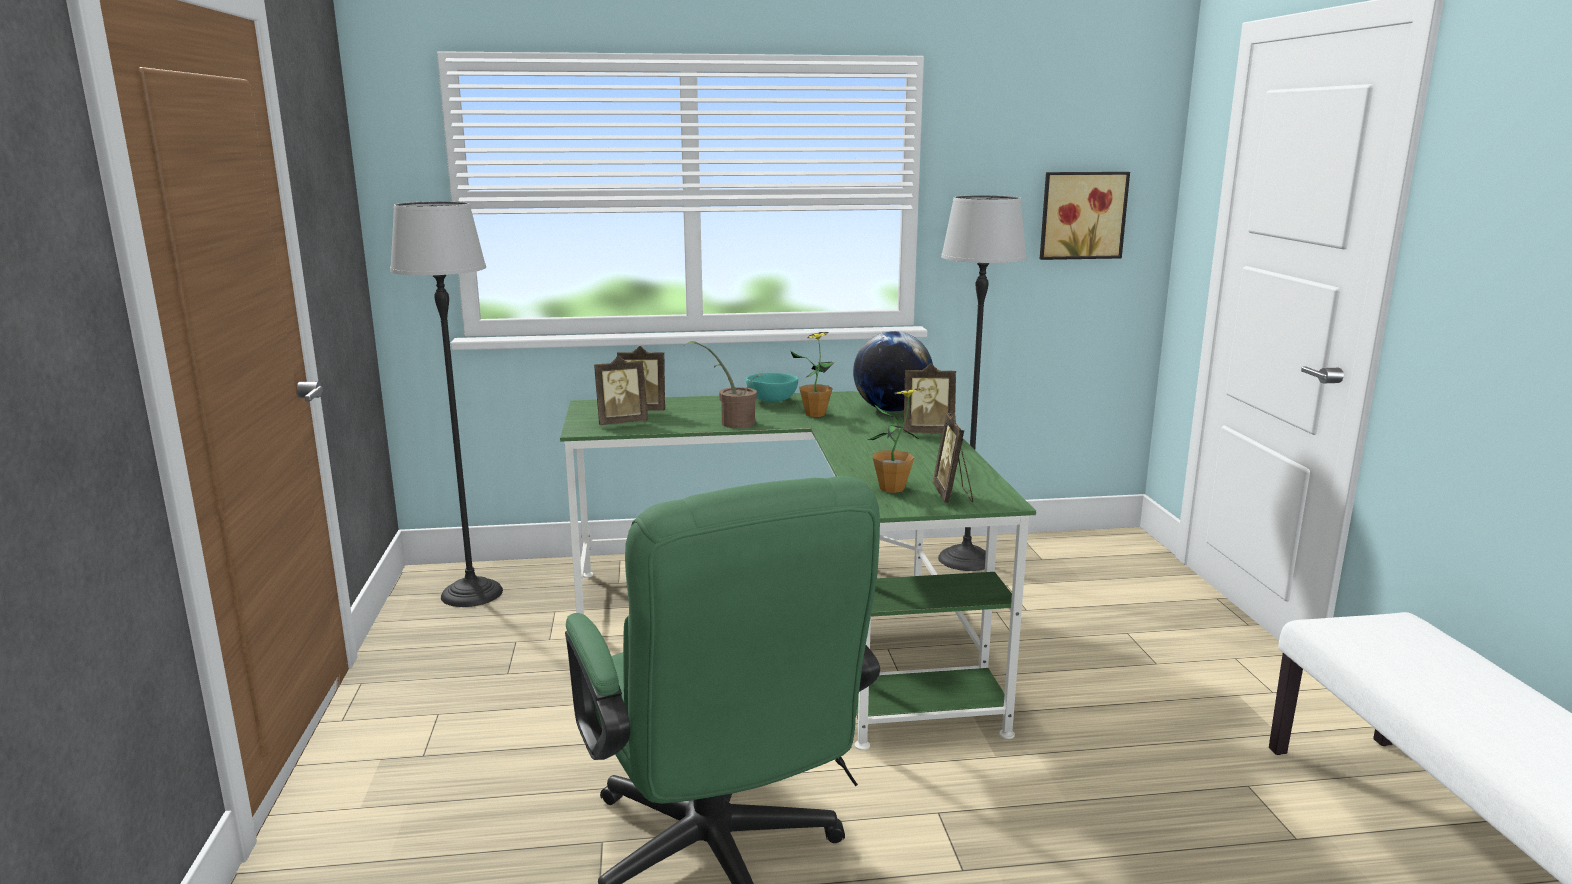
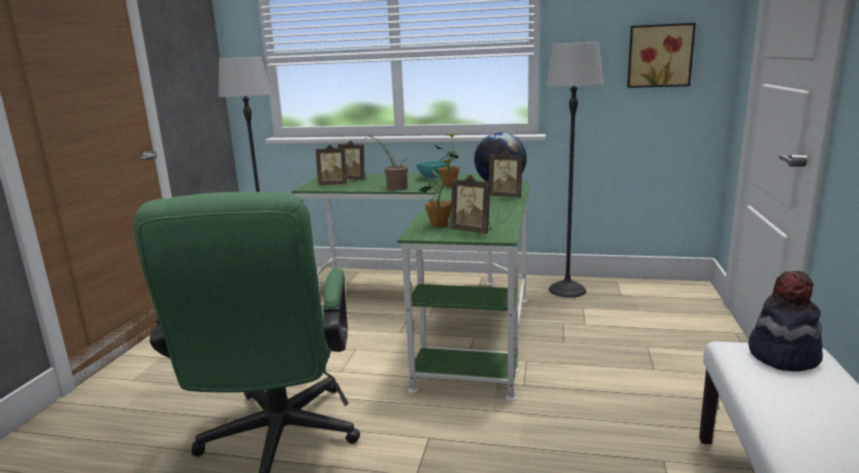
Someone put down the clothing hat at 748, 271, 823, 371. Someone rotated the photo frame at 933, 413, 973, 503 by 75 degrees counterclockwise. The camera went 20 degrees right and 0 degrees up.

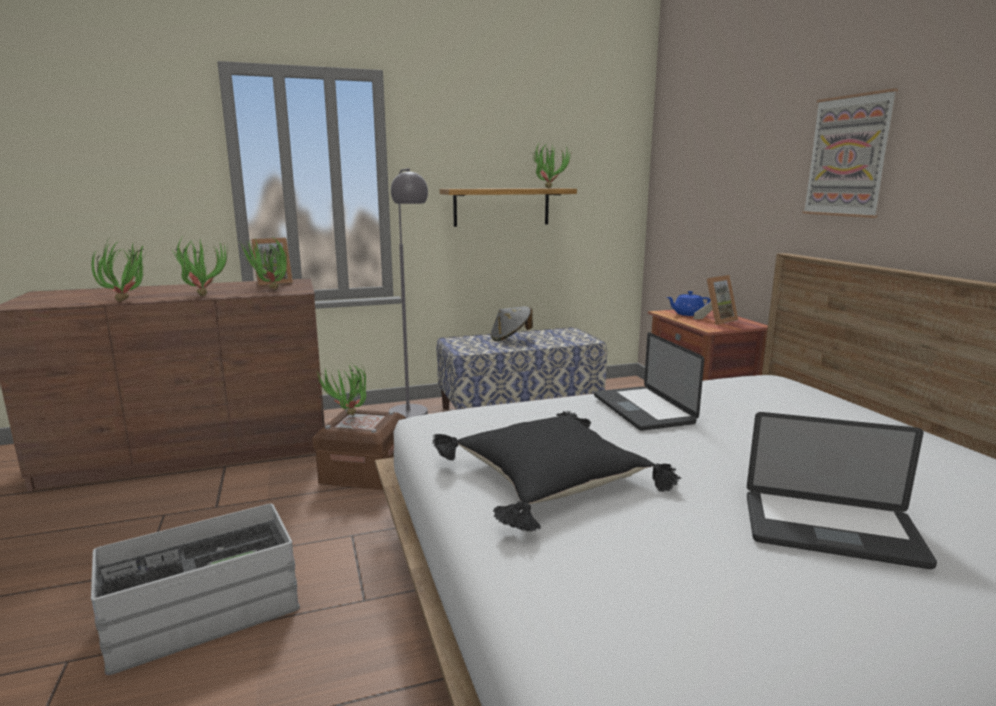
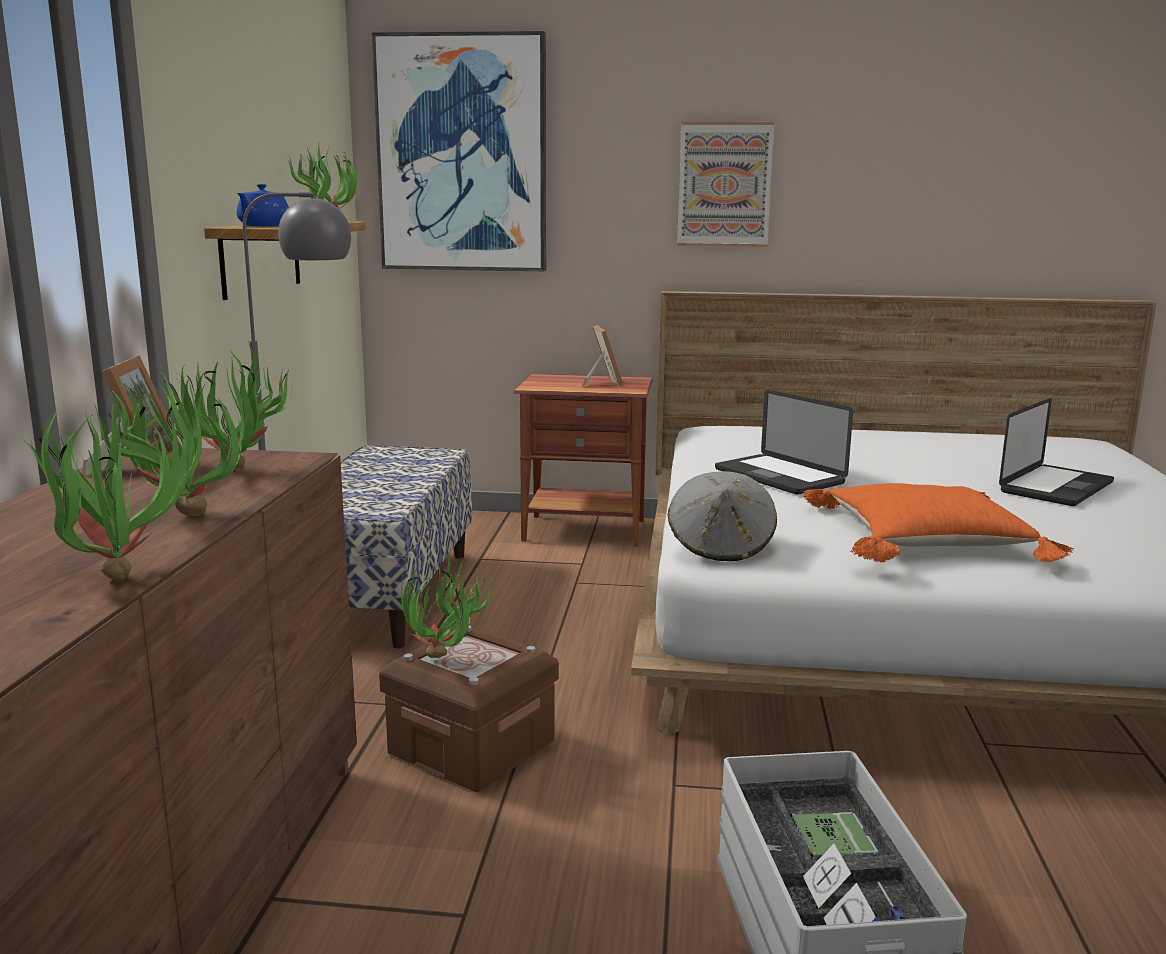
Someone put up the wall picture at 372, 31, 546, 271. Someone carried the greyish clothing hat from 490, 306, 533, 341 to 667, 471, 777, 561. Someone carried the blue pot for tea from 667, 291, 710, 316 to 237, 184, 289, 226. Someone repainted the black throw pillow at 432, 411, 681, 532, which became the orange throw pillow at 803, 483, 1074, 563. Someone rotated the notebook computer at 594, 332, 704, 431 by 45 degrees clockwise. The camera went 65 degrees left and 0 degrees up.

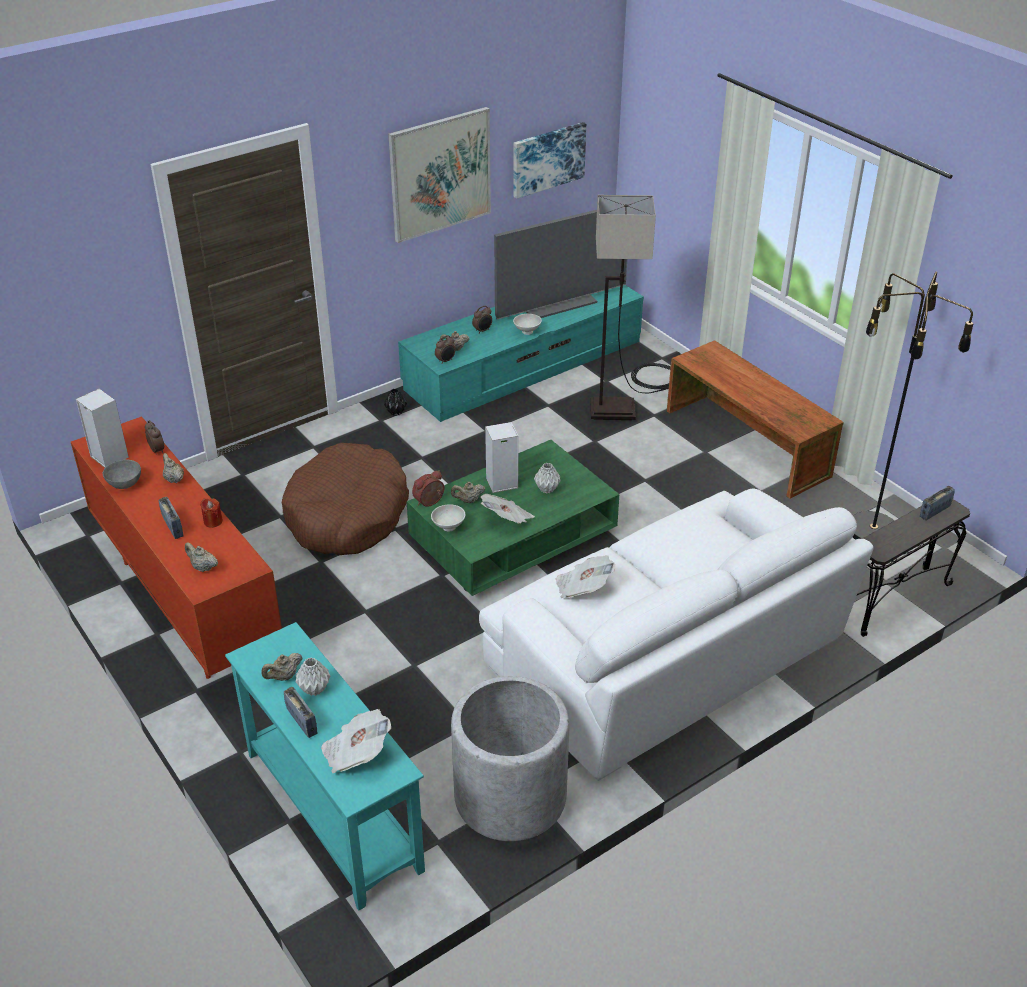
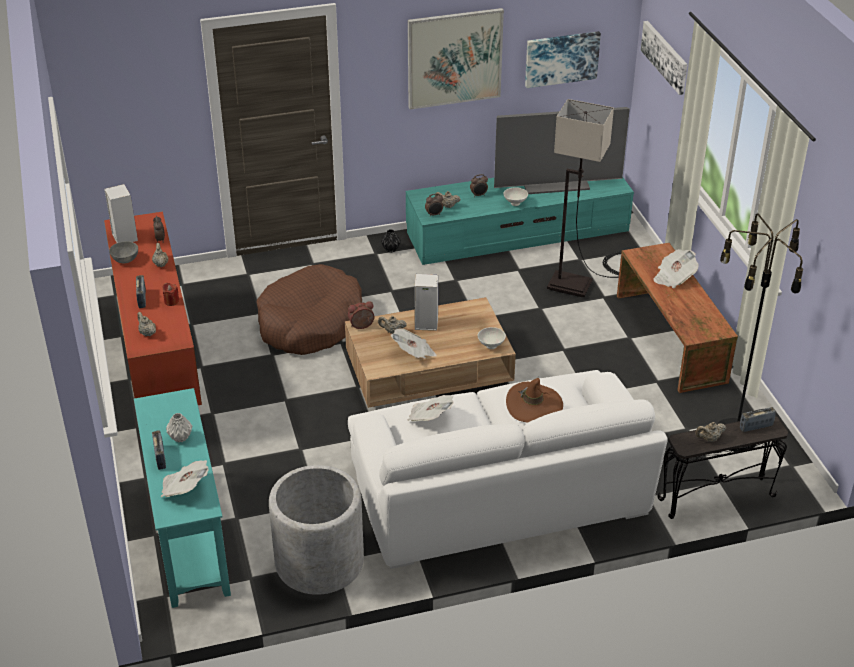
Someone took away the greyish flower vase at 534, 463, 561, 494. Someone put down the brown clothing hat at 506, 376, 563, 423. Someone put up the wall picture at 641, 21, 687, 95. Someone put down the daily paper at 653, 249, 699, 288. Someone carried the beige-coloured pot for tea from 261, 653, 303, 681 to 695, 422, 726, 442. Someone carried the whitish deep dish from 431, 504, 465, 532 to 478, 327, 506, 349. Someone repainted the greenish low table at 407, 440, 619, 596, which became the brown low table at 345, 297, 516, 408. The camera went 20 degrees right and 0 degrees up.

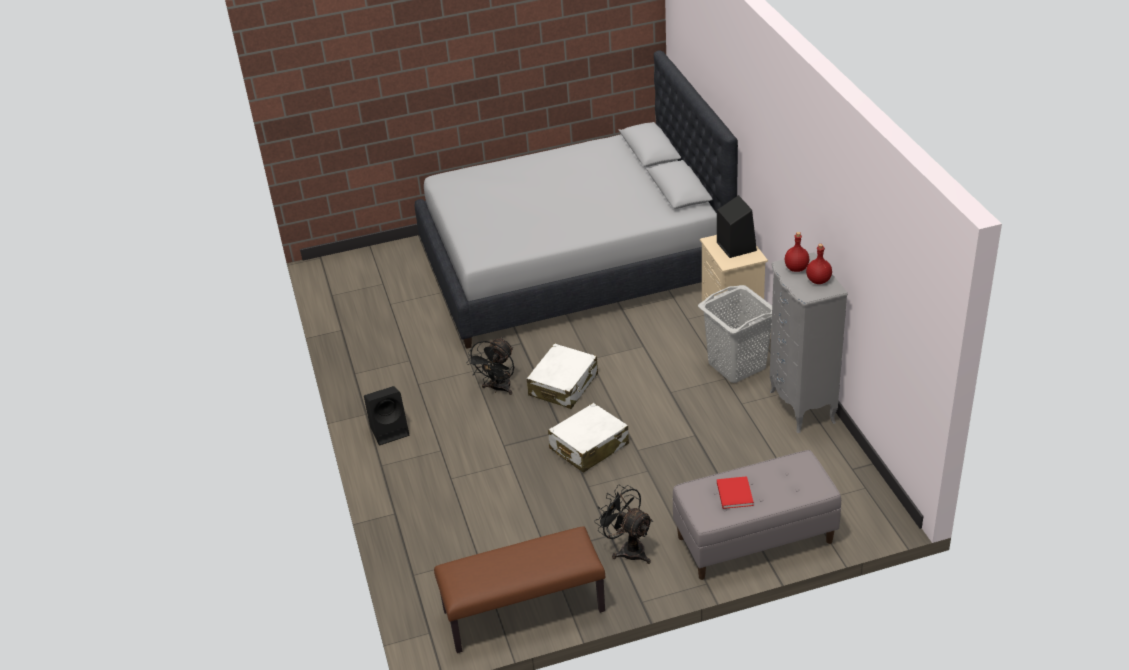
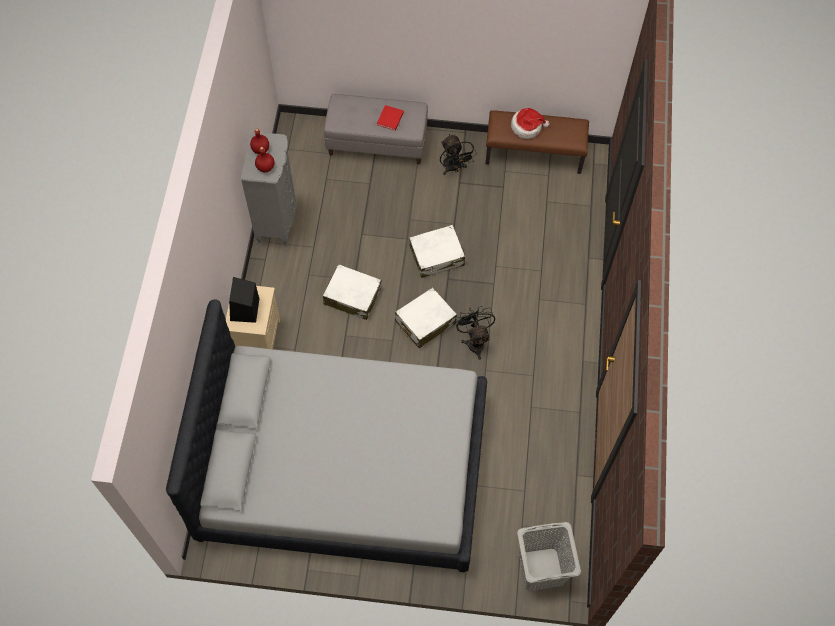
Someone took away the black audio speaker at 364, 386, 409, 445. Someone put down the whitish travel case at 323, 264, 381, 320. Someone put down the clothing hat at 511, 108, 550, 139. Someone carried the greyish washing basket from 698, 285, 772, 383 to 517, 522, 581, 591. Someone rotated the black cooling fan at 466, 337, 514, 395 by 60 degrees counterclockwise. The camera went 160 degrees left and 25 degrees up.

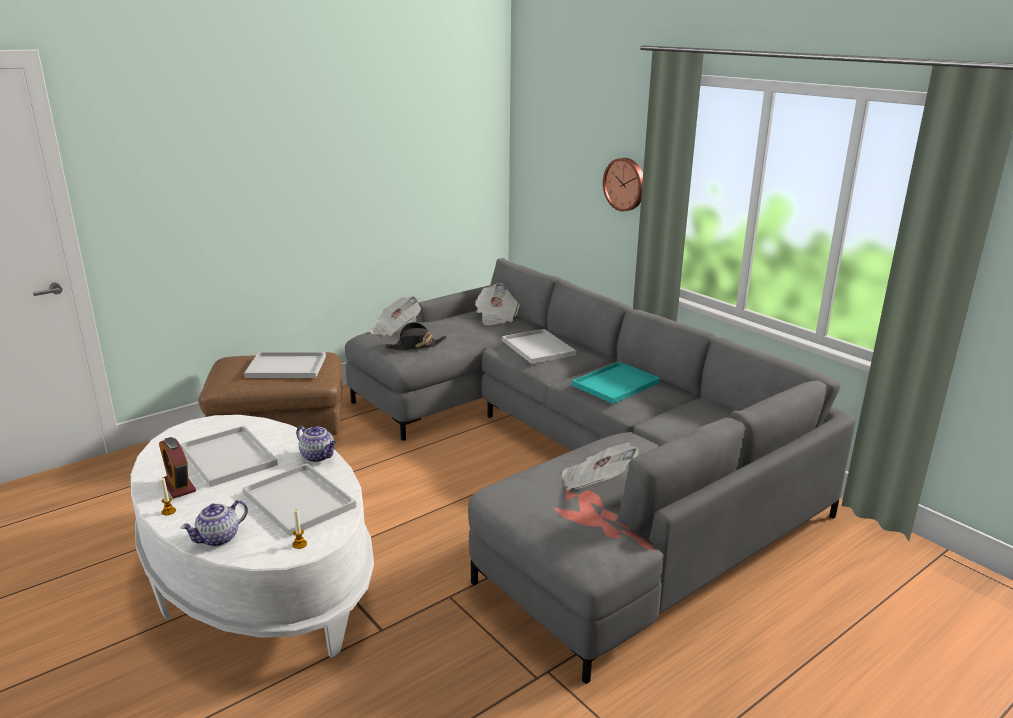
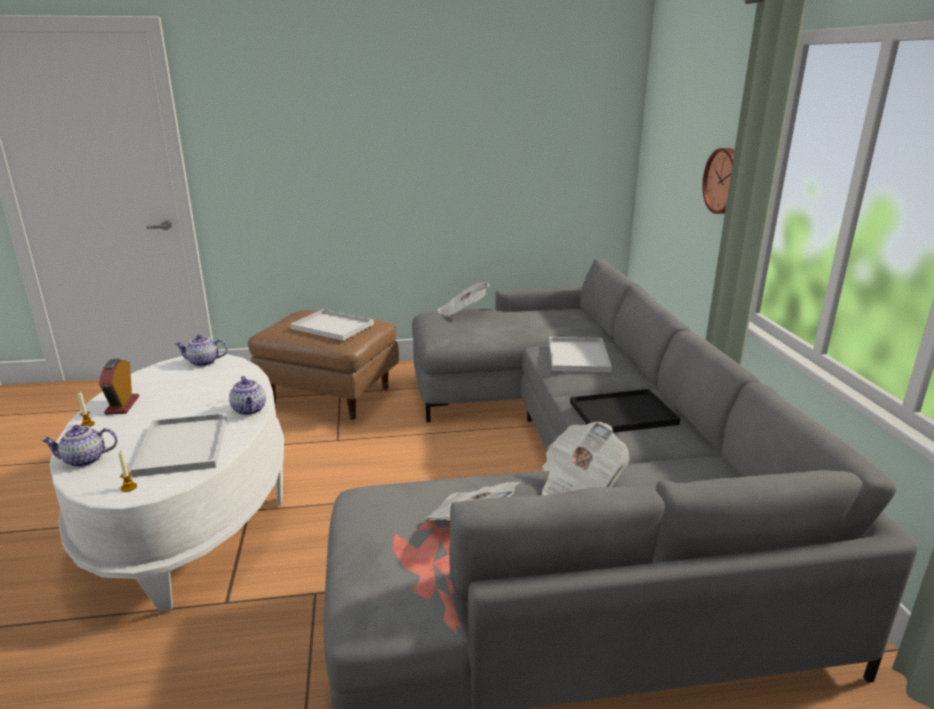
Someone took away the whitish tray at 180, 425, 278, 487. Someone took away the black clothing hat at 384, 322, 447, 351. Someone put down the pot for tea at 174, 335, 228, 367. Someone carried the daily paper from 475, 283, 520, 325 to 542, 422, 629, 495. Someone repainted the turquoise-coloured tray at 572, 362, 660, 404, which became the black tray at 570, 389, 680, 433. The camera went 30 degrees right and 0 degrees up.

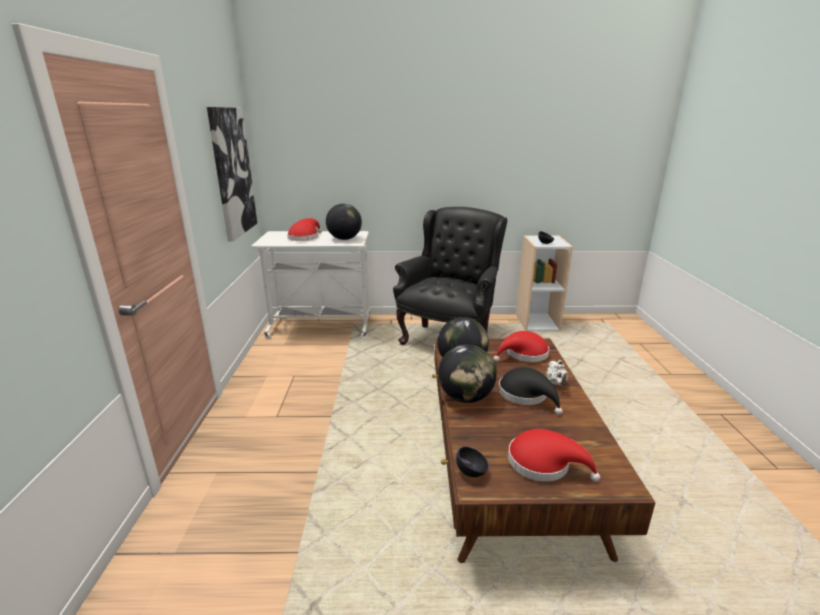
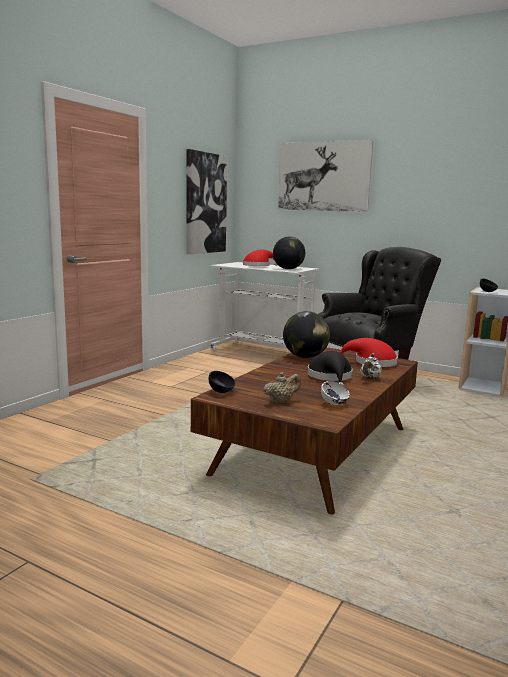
Someone took away the desk globe at 438, 344, 497, 403. Someone put up the wall picture at 278, 140, 374, 212. Someone put down the whitish deep dish at 321, 381, 350, 405. Someone swapped the red clothing hat at 508, 429, 600, 482 for the beige-coloured pot for tea at 263, 372, 301, 403. The camera went 30 degrees right and 10 degrees down.

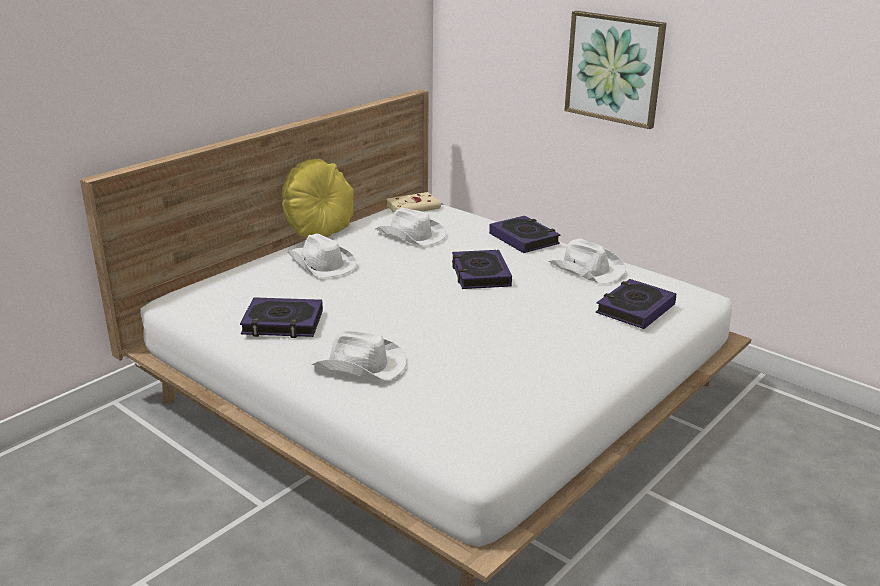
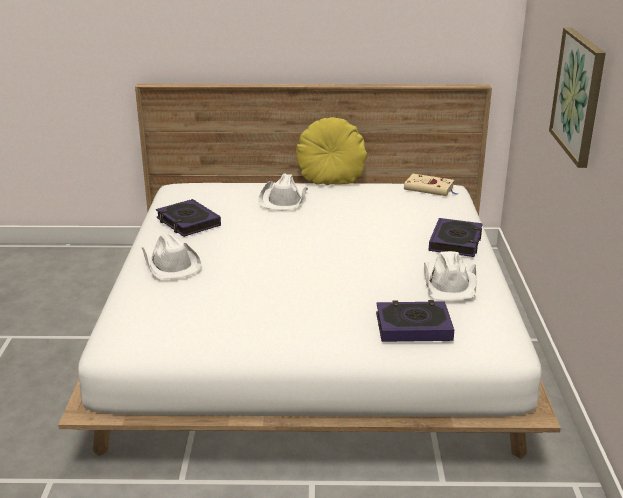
Someone took away the whitish clothing hat at 375, 208, 446, 246. Someone took away the volume at 452, 250, 512, 289. The camera went 50 degrees right and 0 degrees up.

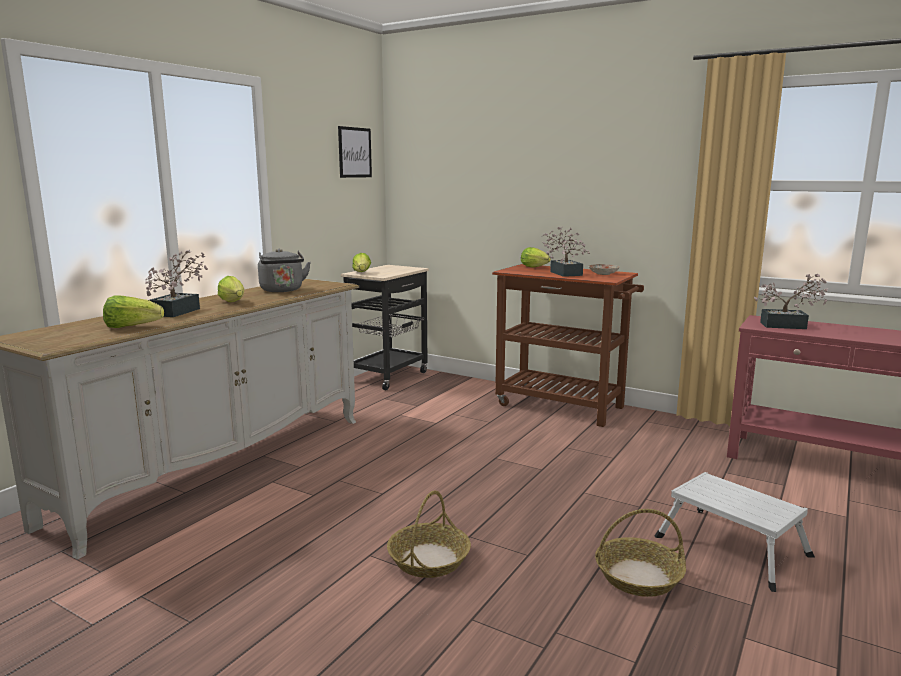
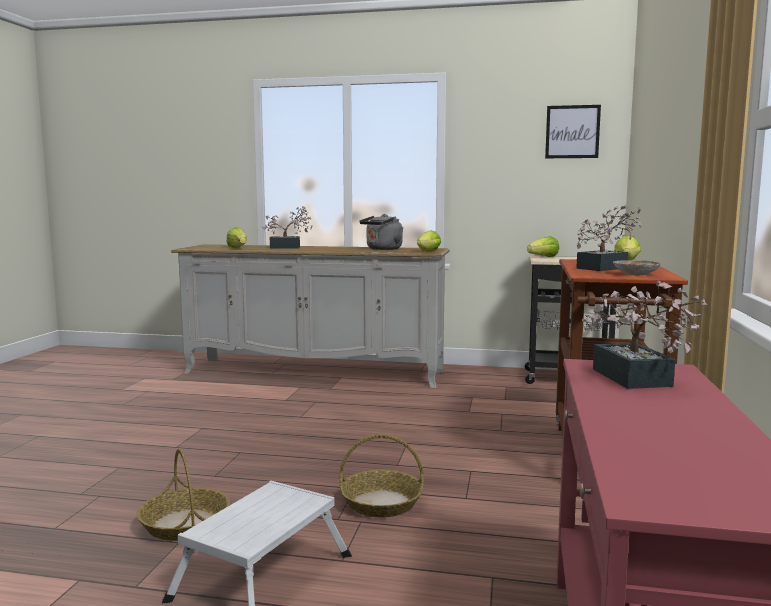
Someone carried the lettuce head from 218, 276, 244, 302 to 417, 231, 441, 251. Someone carried the household basket from 387, 491, 471, 578 to 339, 434, 424, 517. The camera went 70 degrees right and 5 degrees down.

